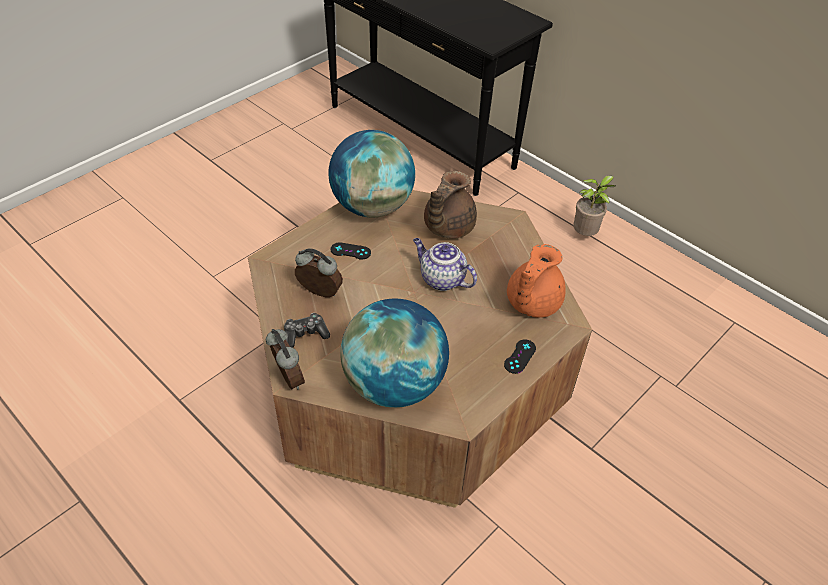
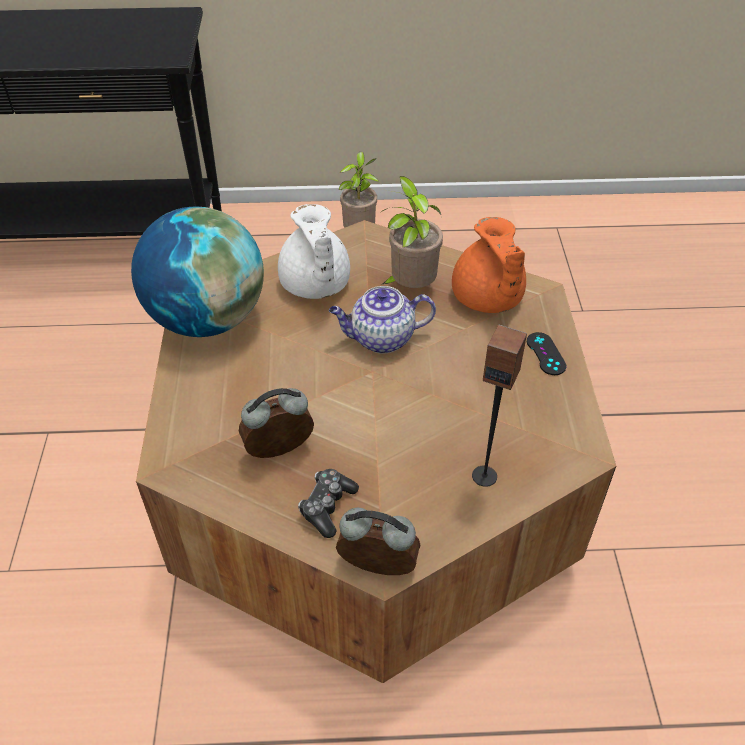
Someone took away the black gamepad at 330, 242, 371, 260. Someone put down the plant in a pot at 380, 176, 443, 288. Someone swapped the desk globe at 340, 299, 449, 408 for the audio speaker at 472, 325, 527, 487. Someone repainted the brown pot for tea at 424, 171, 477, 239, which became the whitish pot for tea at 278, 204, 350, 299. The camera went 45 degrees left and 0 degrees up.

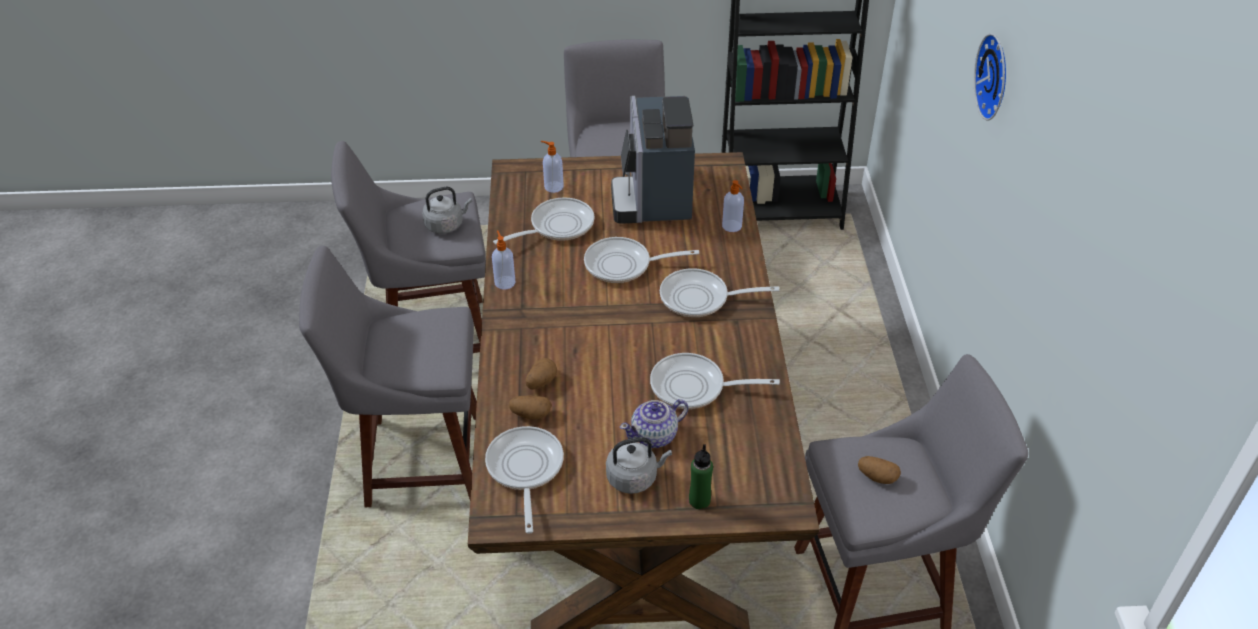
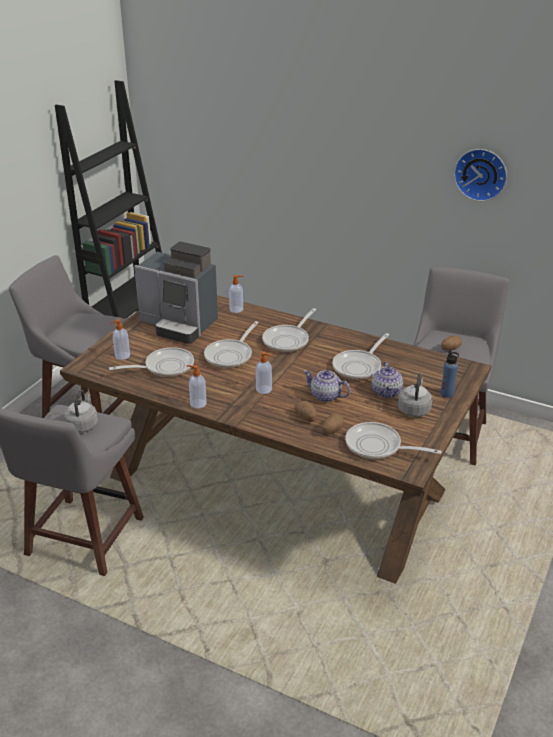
Someone took away the greyish stool at 299, 246, 477, 507. Someone put down the liquid soap bottle at 256, 351, 272, 394. Someone put down the pot for tea at 303, 370, 351, 402. Someone carried the wall clock from 974, 33, 1006, 121 to 454, 149, 507, 201. Someone repainted the greenish drink bottle at 689, 444, 713, 509, which became the blue drink bottle at 440, 350, 459, 398. Someone rotated the frying pan at 493, 197, 594, 244 by 75 degrees clockwise. The camera went 60 degrees left and 10 degrees down.

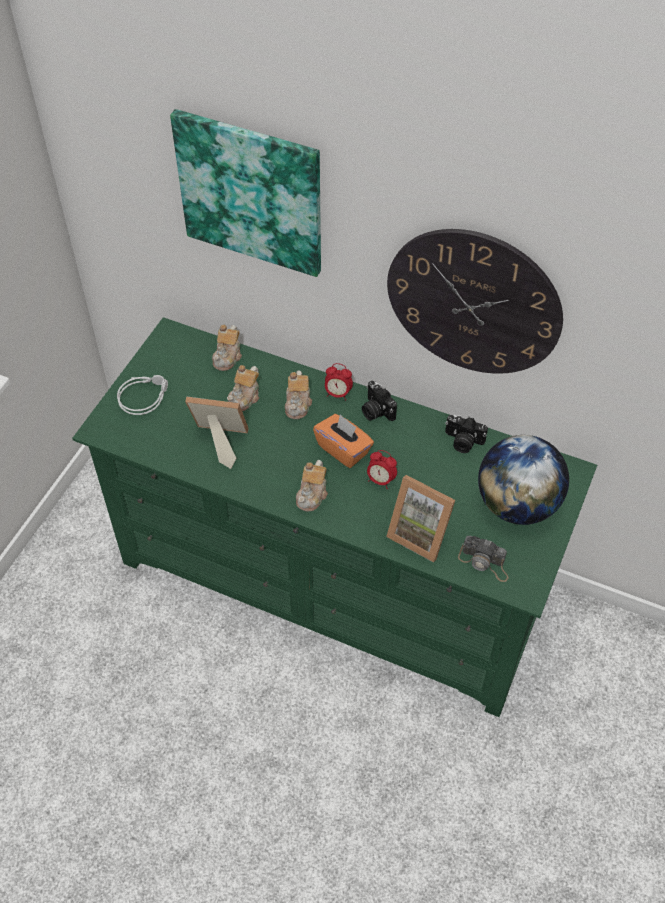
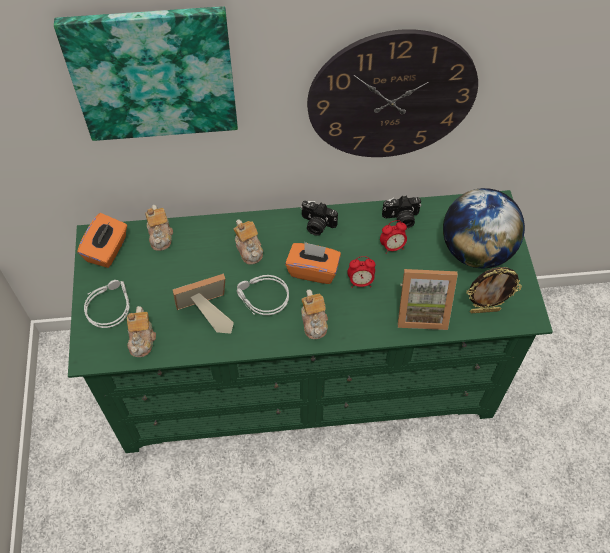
Someone put down the orange box of tissues at 77, 213, 127, 268. Someone put down the greyish headset at 237, 275, 289, 315. Someone carried the pot for tea from 227, 365, 259, 412 to 127, 306, 156, 357. Someone carried the table clock from 325, 363, 353, 400 to 380, 220, 407, 254. Someone swapped the still camera at 458, 536, 508, 582 for the photo frame at 466, 267, 522, 313. The camera went 30 degrees left and 5 degrees up.

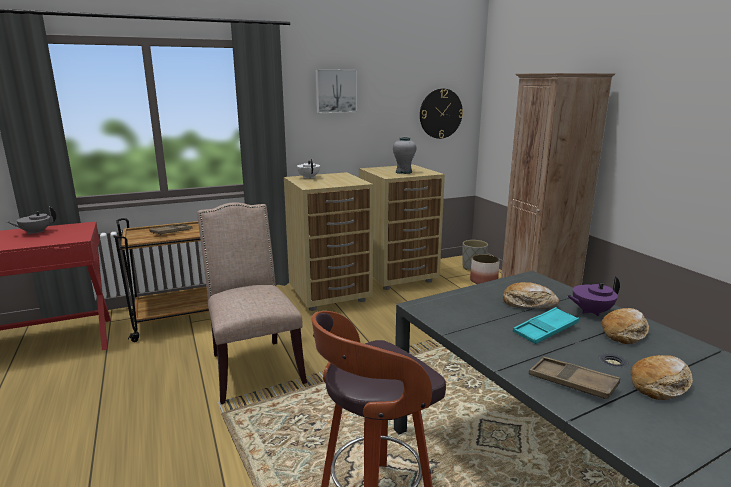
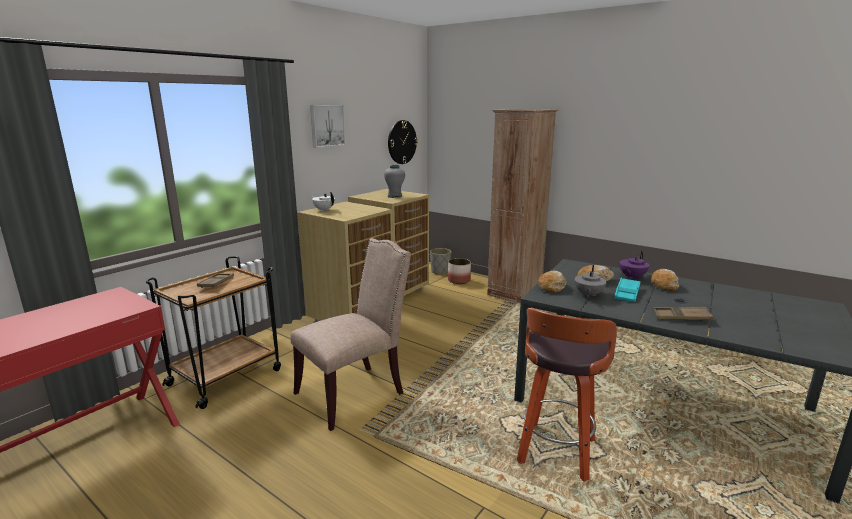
Someone carried the greyish pot for tea from 7, 207, 56, 234 to 574, 265, 607, 298. Someone carried the bakery bread from 631, 355, 693, 400 to 538, 271, 566, 293. Someone rotated the beige-coloured upright chair at 197, 202, 307, 404 by 105 degrees clockwise. The camera went 30 degrees left and 0 degrees up.

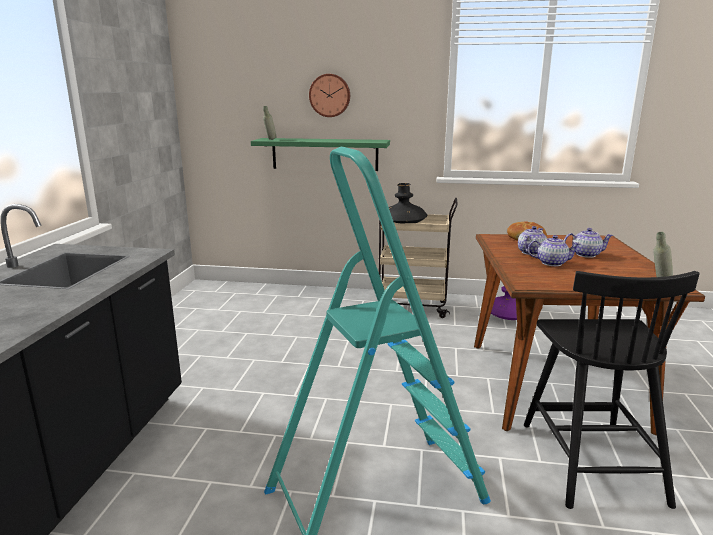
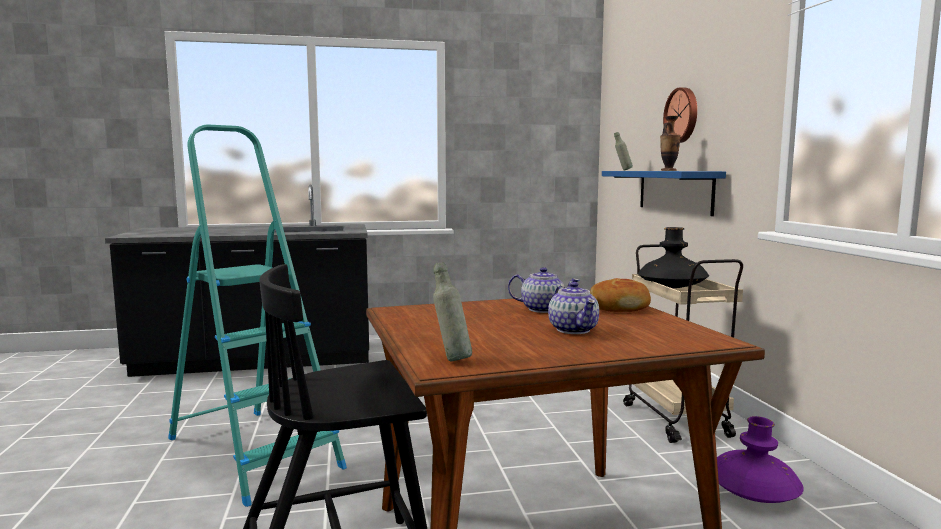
Someone took away the pot for tea at 528, 235, 581, 266. Someone put down the flower vase at 660, 116, 681, 171. Someone repainted the greenish wall shelf at 251, 138, 390, 171, which became the blue wall shelf at 602, 171, 726, 216. The camera went 70 degrees right and 10 degrees down.

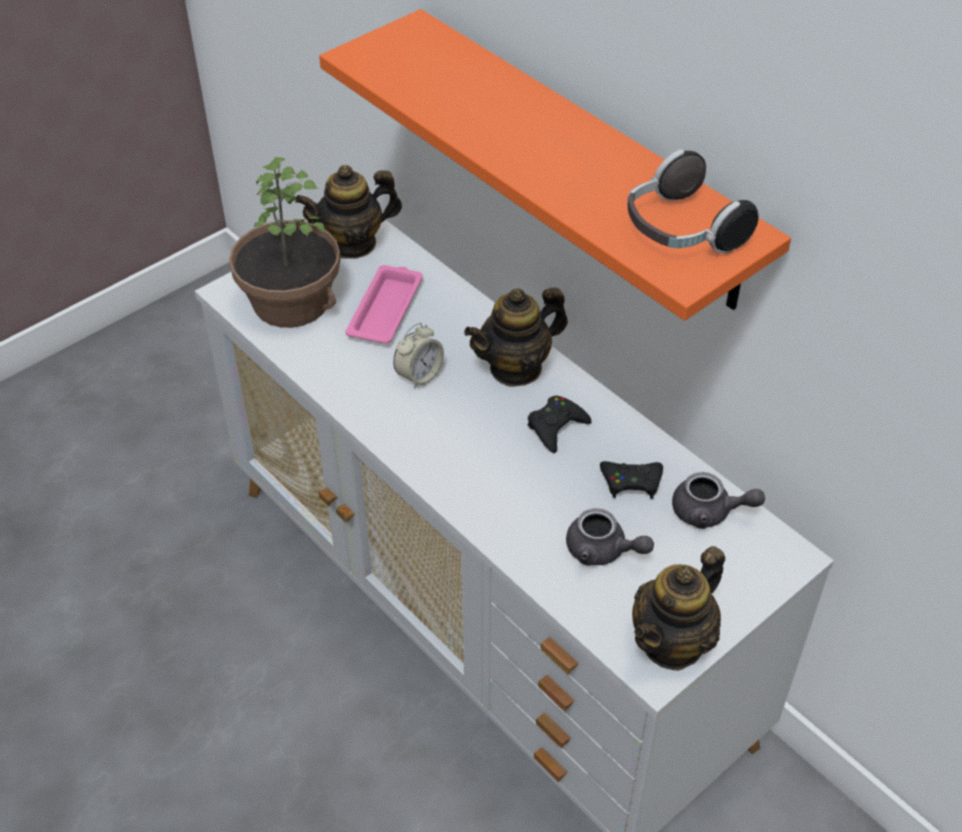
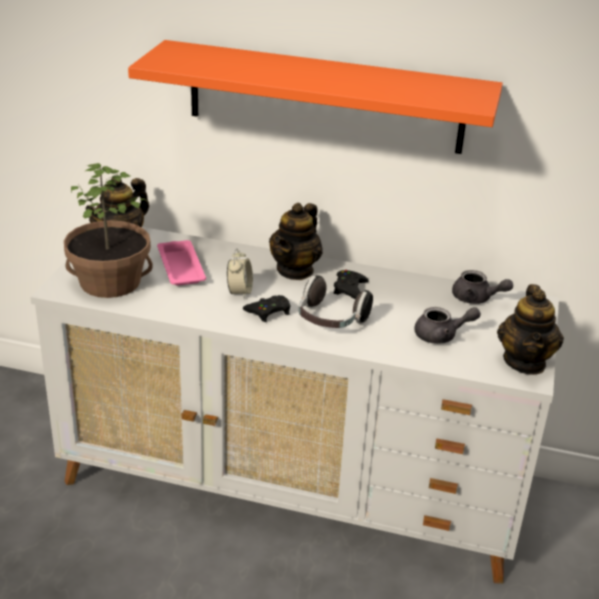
Someone carried the black gamepad from 600, 461, 663, 499 to 243, 295, 290, 322. Someone carried the headset from 627, 149, 759, 253 to 299, 275, 373, 328. Someone rotated the greyish pot for tea at 672, 472, 765, 529 by 45 degrees clockwise. The camera went 35 degrees left and 15 degrees down.

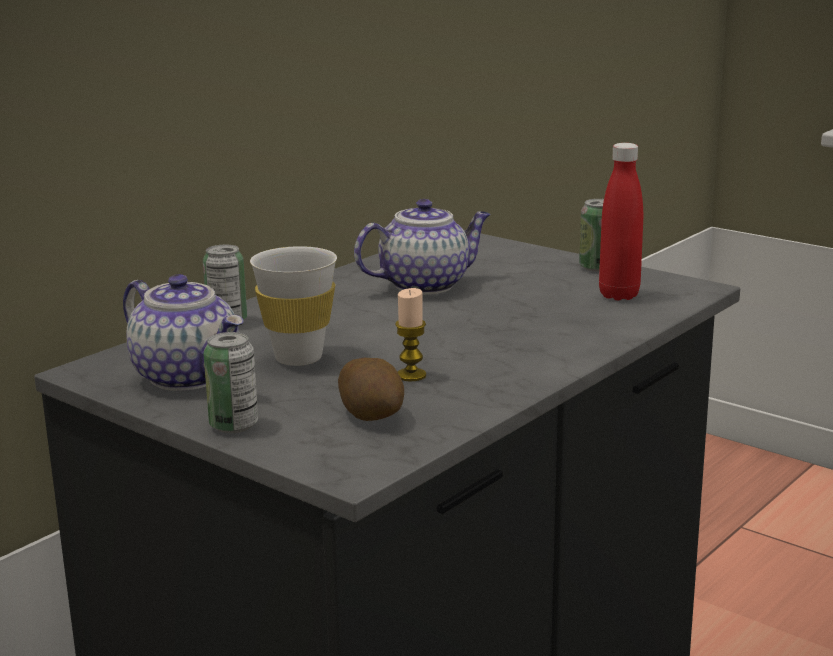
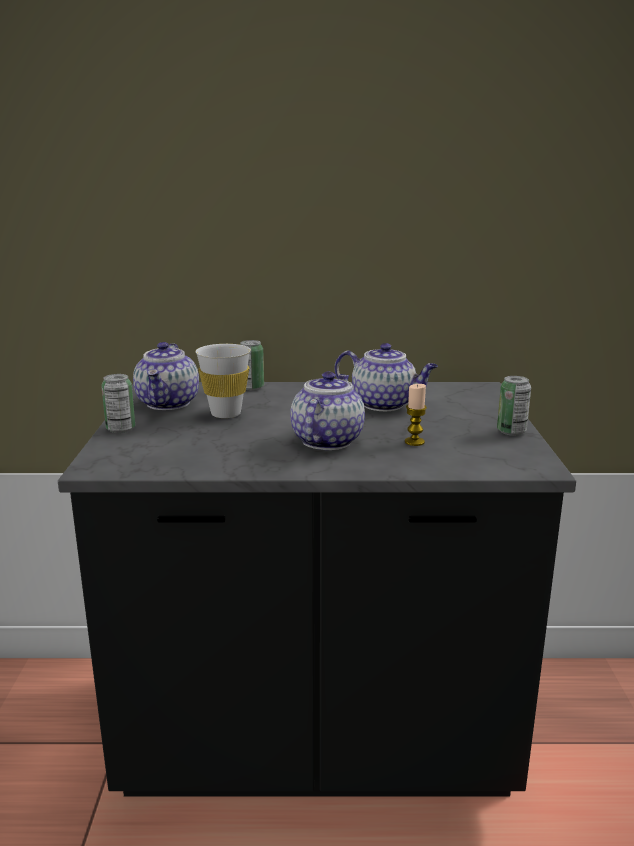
Someone took away the whole potato at 338, 358, 404, 421. Someone took away the red drink bottle at 599, 143, 643, 300. Someone put down the pot for tea at 290, 372, 365, 450. Someone carried the wax candle from 395, 288, 426, 381 to 405, 384, 427, 446. The camera went 50 degrees right and 0 degrees up.

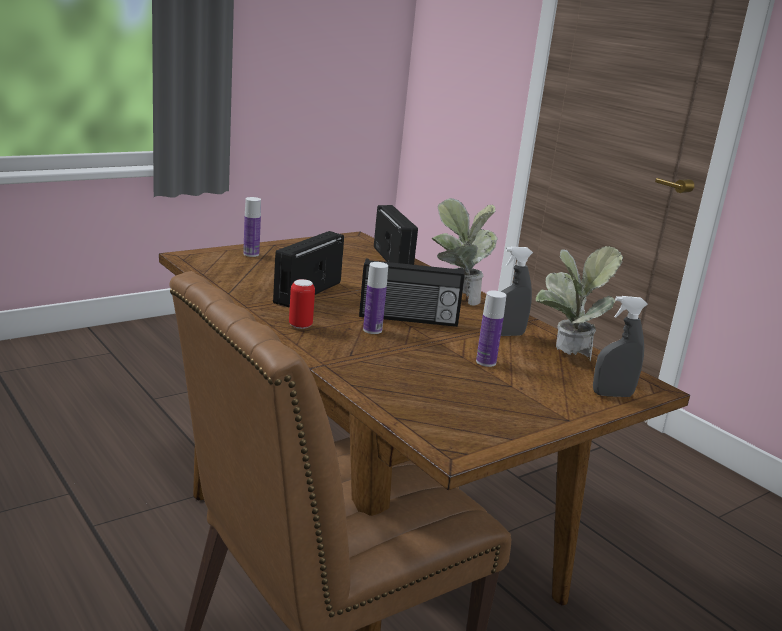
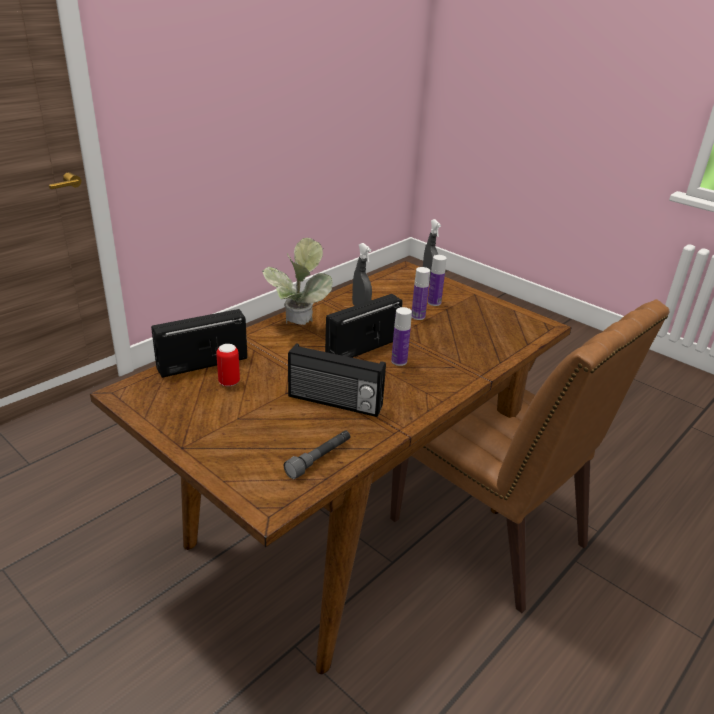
Someone took away the plant in a pot at 536, 246, 624, 361. Someone put down the greyish hand torch at 284, 430, 350, 479. Someone carried the drink bottle from 243, 197, 261, 257 to 428, 255, 447, 306. Someone carried the metal can from 289, 279, 315, 329 to 216, 344, 240, 386. Someone rotated the radio receiver at 359, 258, 465, 327 by 120 degrees counterclockwise. The camera went 100 degrees left and 10 degrees up.

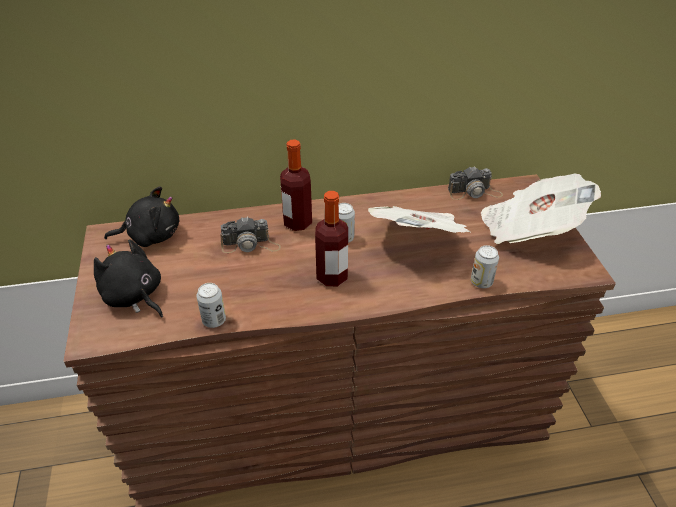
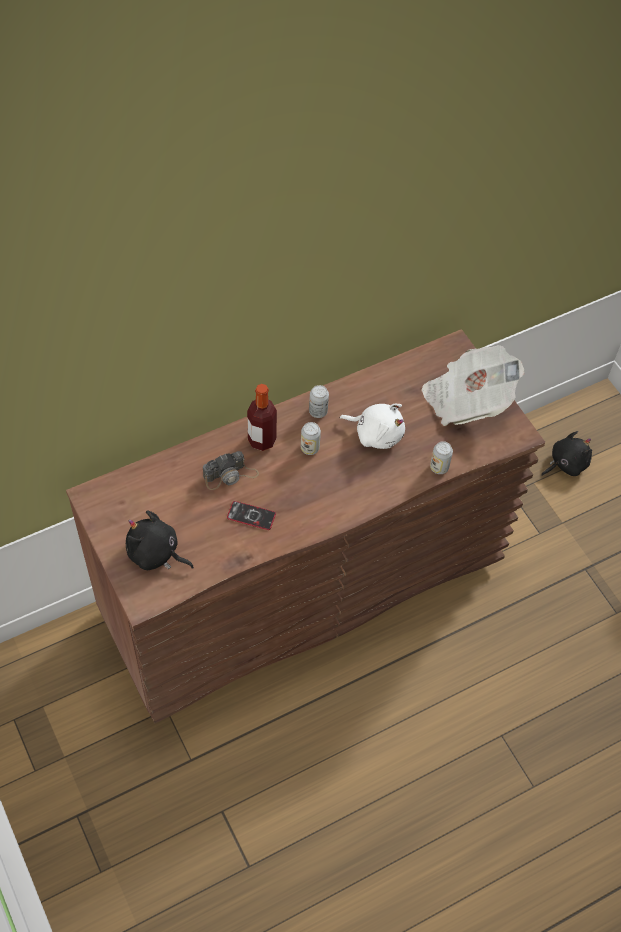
Someone took away the drink bottle at 315, 191, 348, 286. Someone took away the still camera at 448, 166, 503, 200. Someone put down the phone at 227, 501, 276, 530. Someone carried the black plush toy from 104, 186, 179, 247 to 541, 431, 592, 476. Someone carried the metal can from 196, 283, 226, 328 to 309, 385, 329, 418. Someone swapped the daily paper at 368, 206, 471, 233 for the whitish plush toy at 340, 404, 405, 449. The camera went 20 degrees left and 15 degrees up.

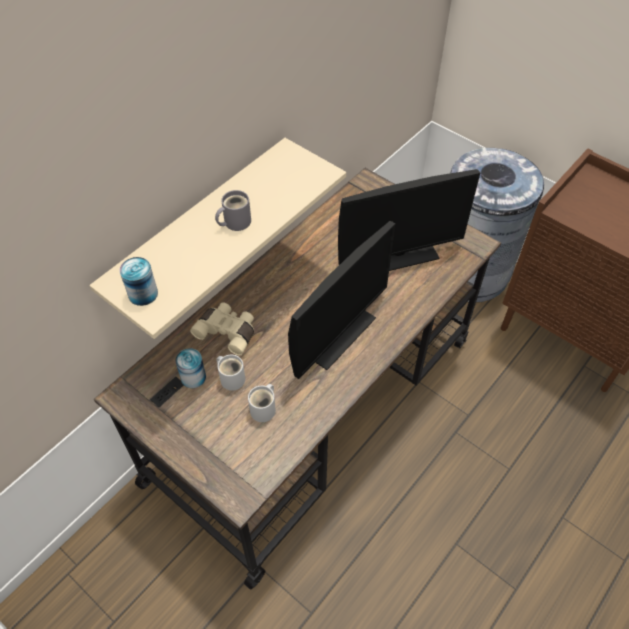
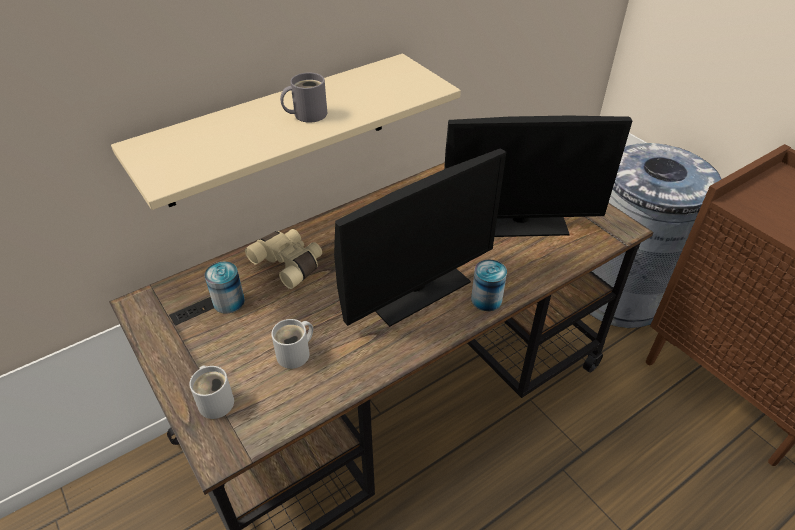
Someone carried the metal can from 120, 257, 158, 306 to 471, 259, 507, 311. Someone carried the whitish mug from 216, 355, 245, 391 to 189, 365, 234, 419. The camera went 15 degrees right and 10 degrees down.

